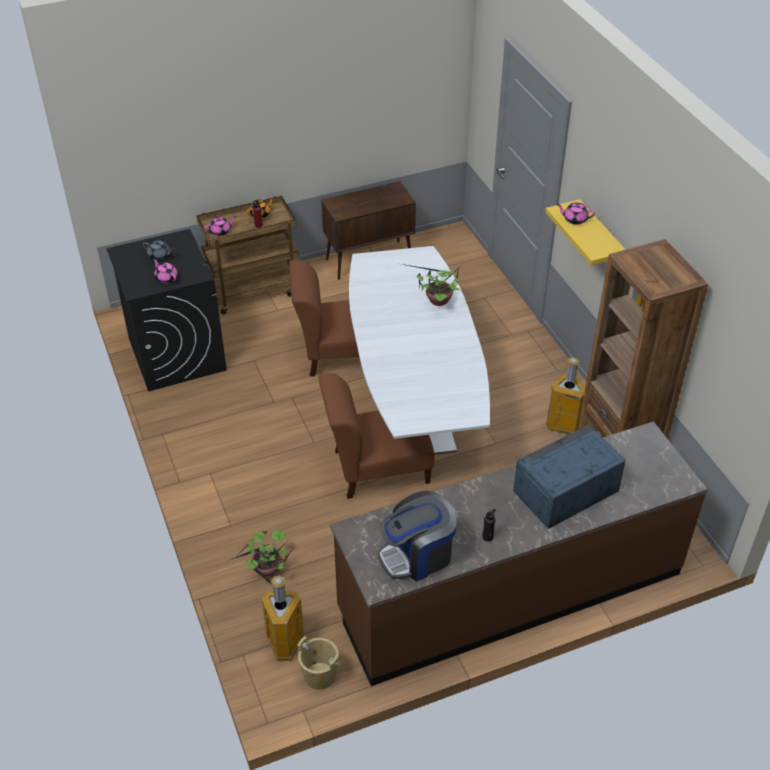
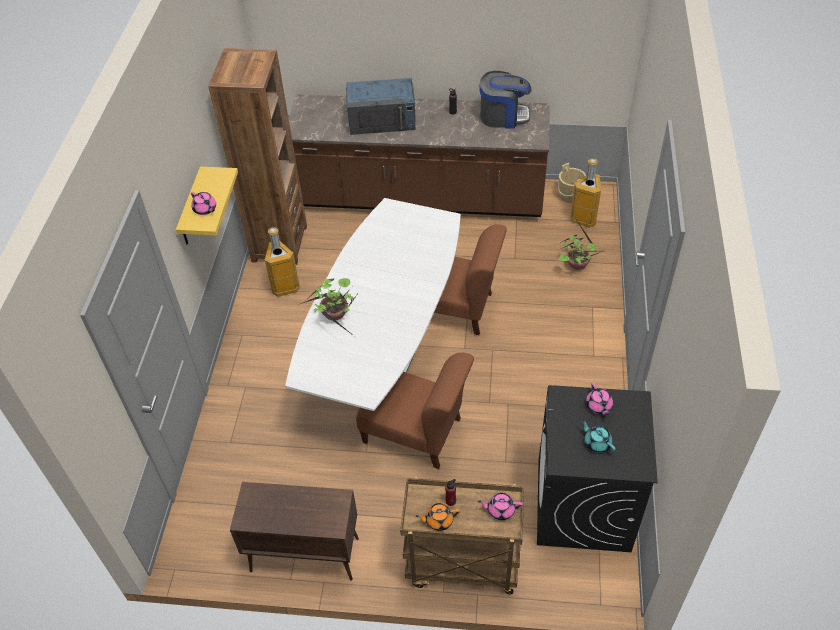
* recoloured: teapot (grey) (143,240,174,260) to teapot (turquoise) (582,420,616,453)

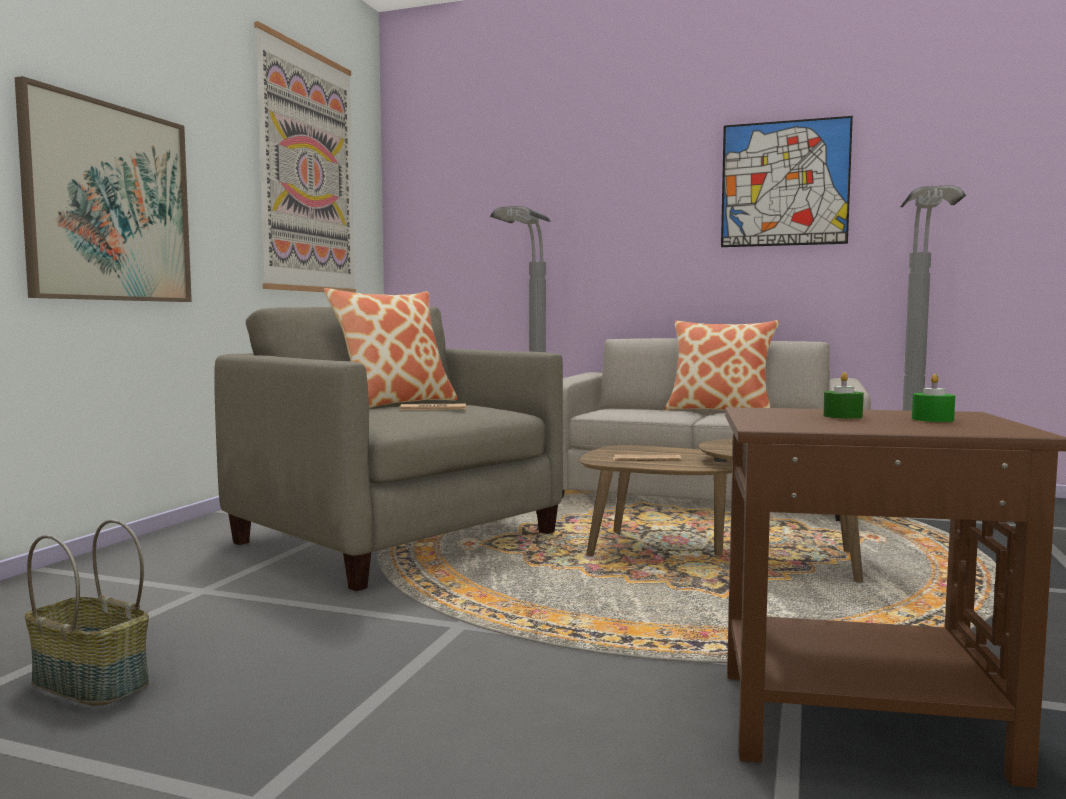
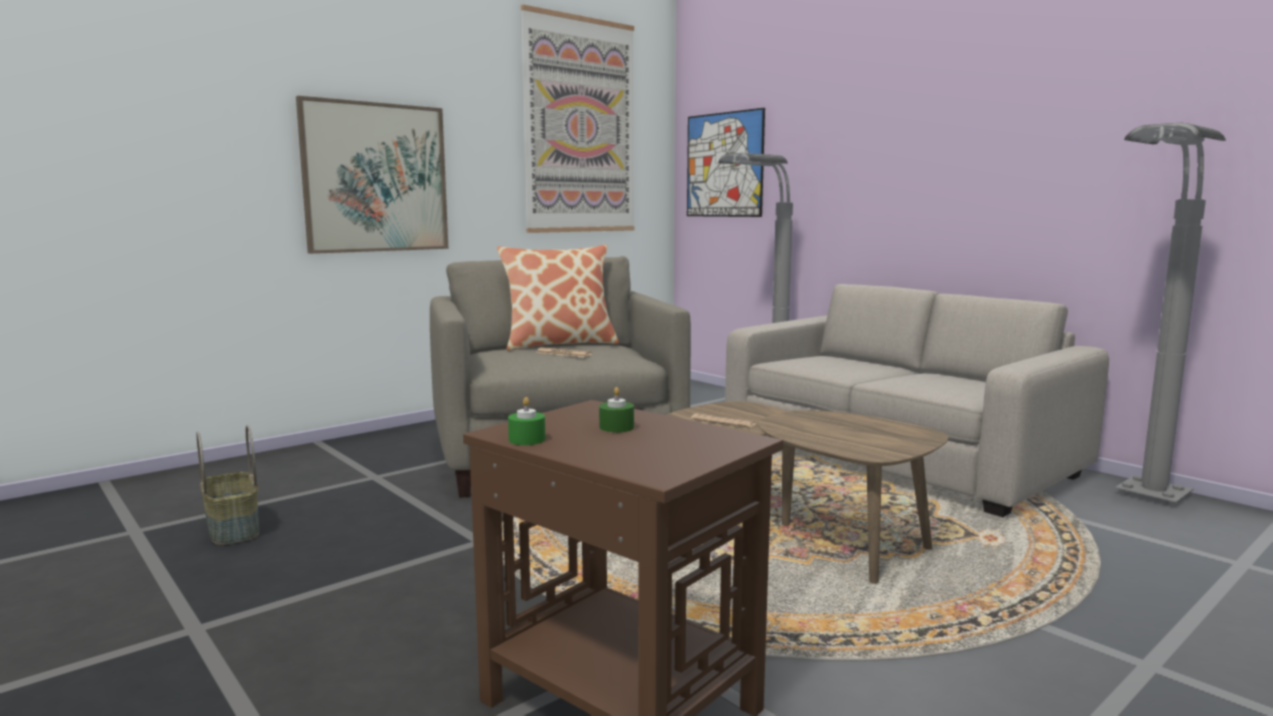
* removed: pillow (665,320,779,410)
* moved: picture (721,116,853,247) to (687,108,765,217)
* moved: candle (green) (912,374,955,422) to (508,397,545,445)

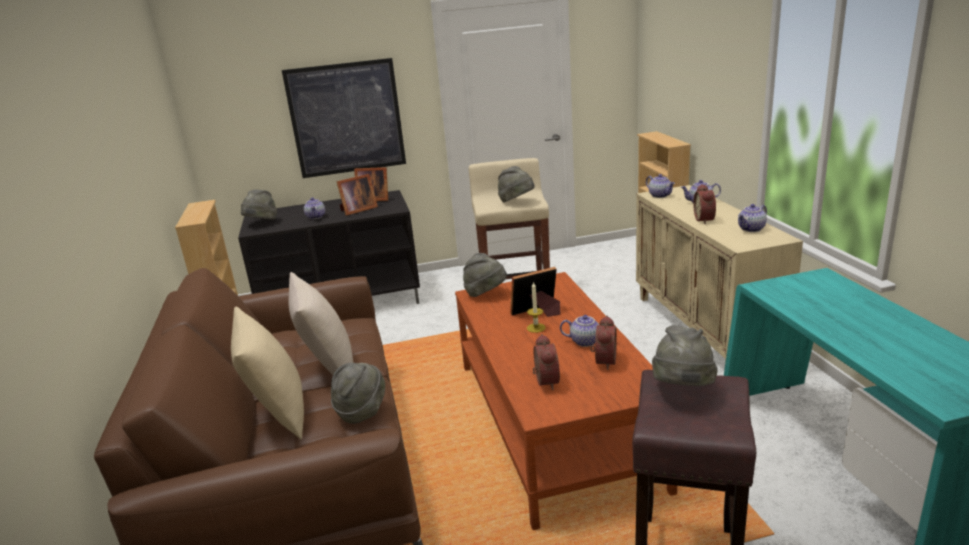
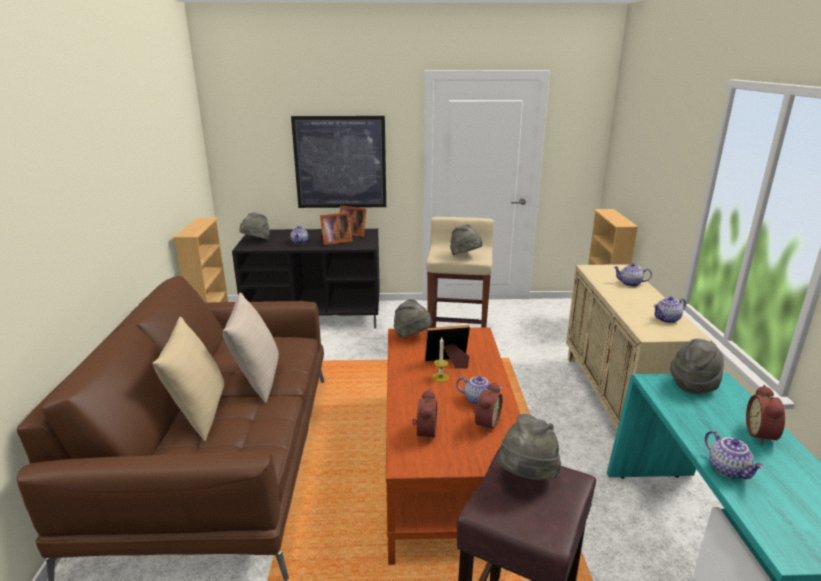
* moved: hat (grey) (331,363,385,424) to (670,339,724,394)
* moved: teapot (646,174,675,198) to (705,430,764,479)
* moved: alarm clock (693,184,716,224) to (746,385,785,445)

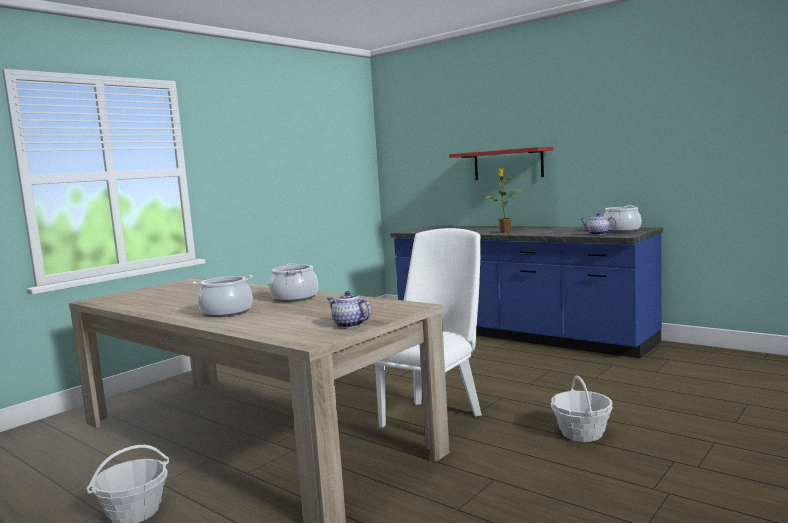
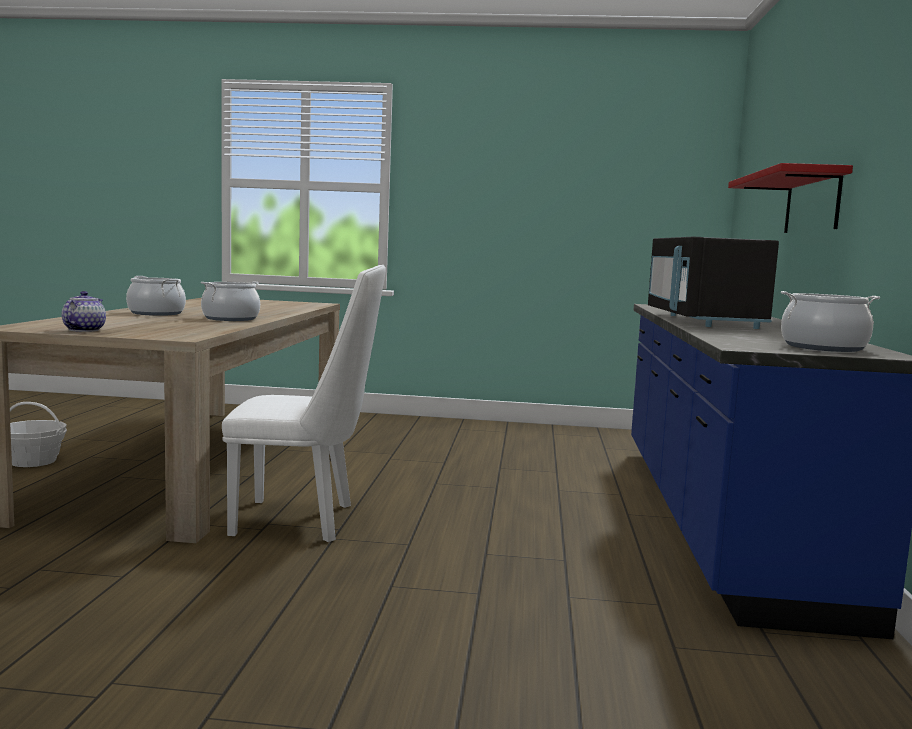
* removed: basket (551,375,613,442)
* removed: teapot (580,213,617,235)
* replaced: potted plant (483,168,521,233) to microwave (black) (648,237,779,329)

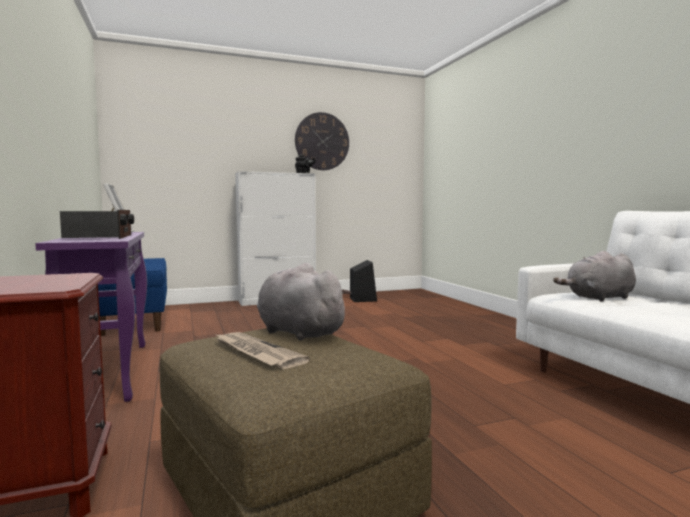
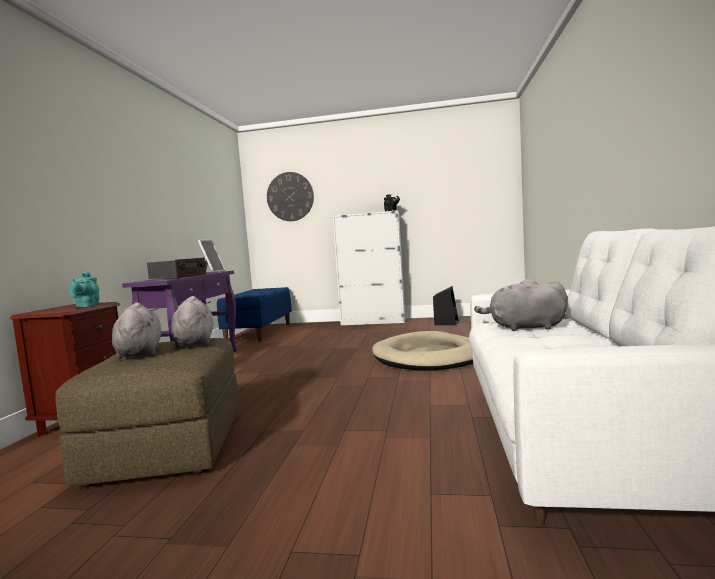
* added: teapot (turquoise) (69,271,100,307)
* added: dog bed (beige) (372,331,473,370)
* moved: wall clock (295,112,349,170) to (267,172,314,221)
* replaced: newspaper (215,332,310,369) to plush toy (grey) (112,303,161,359)

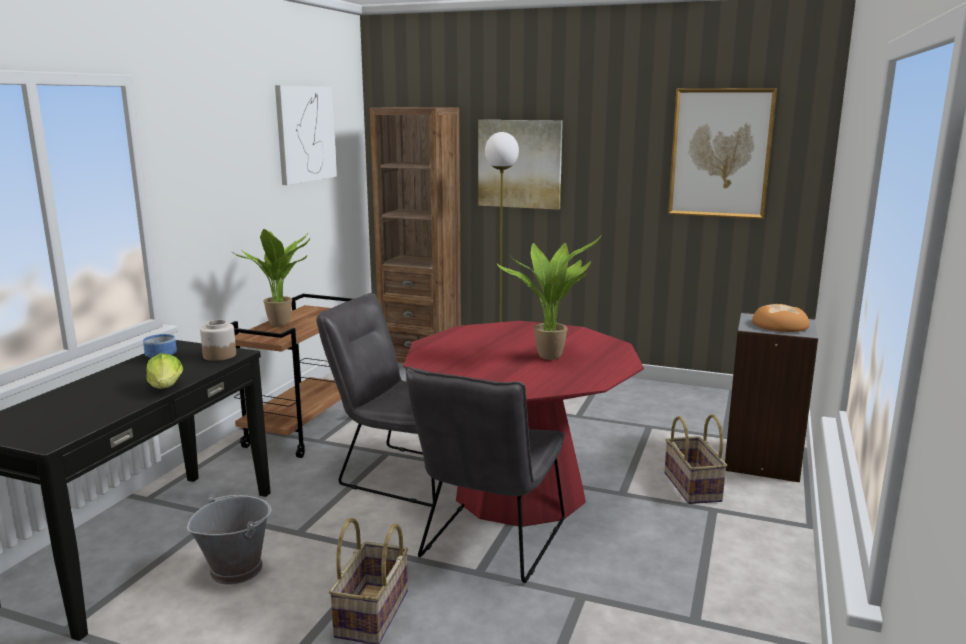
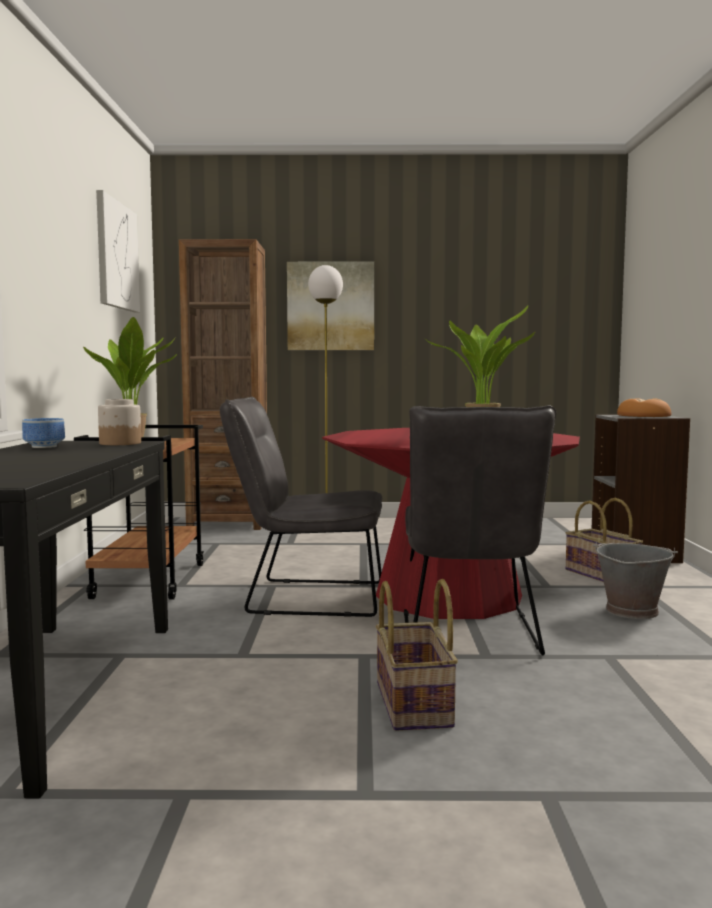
* removed: lettuce (146,354,183,389)
* removed: picture (668,88,777,219)
* moved: bucket (grey) (187,495,272,585) to (593,541,678,619)

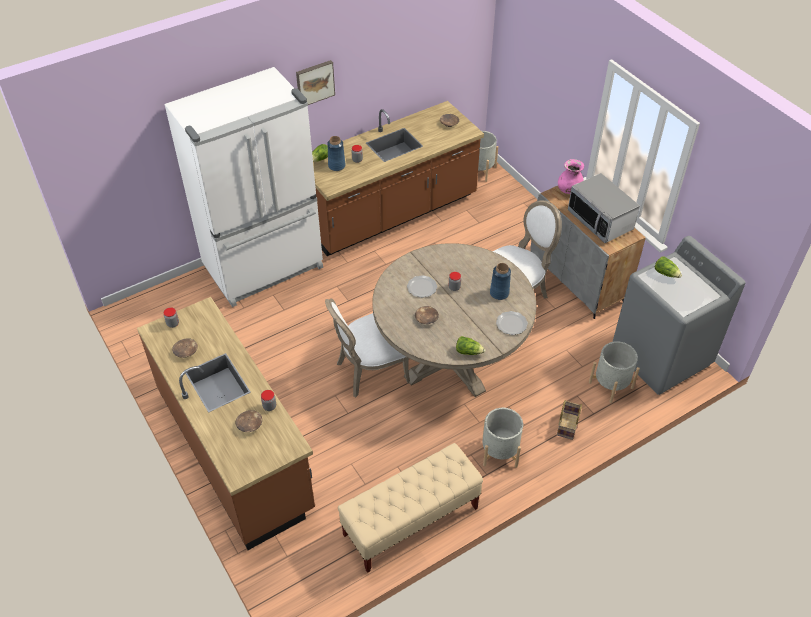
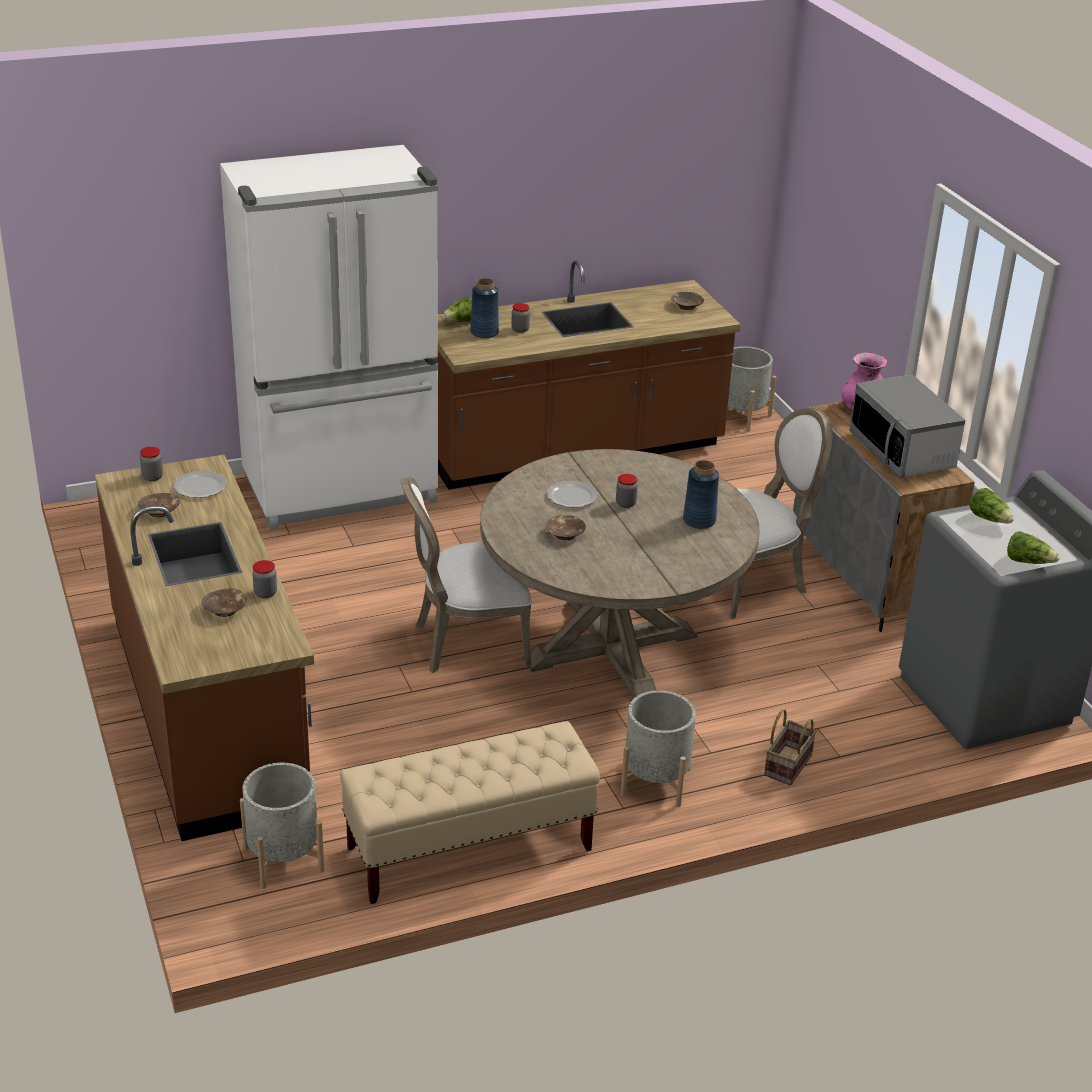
* removed: picture (296,60,335,105)
* moved: lettuce (456,336,485,355) to (1007,531,1060,564)
* moved: plate (496,311,528,335) to (173,471,227,498)
* moved: planter (grey) (589,341,640,403) to (240,763,324,889)

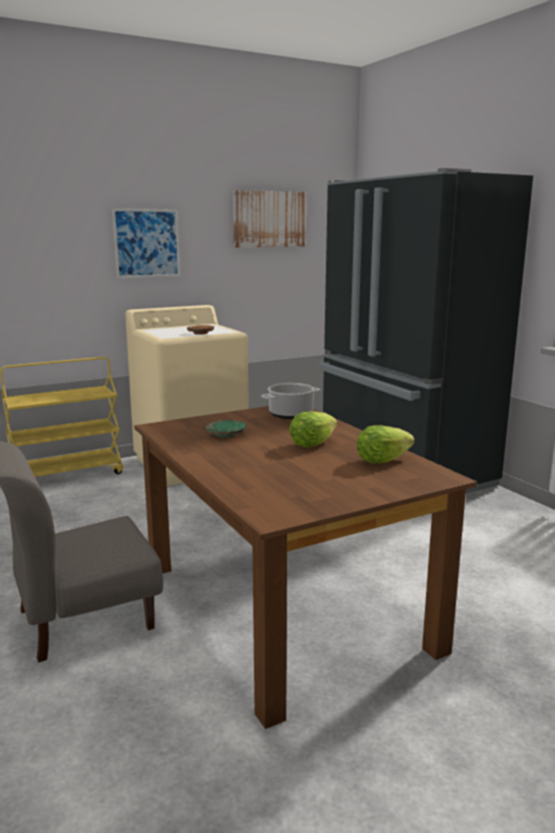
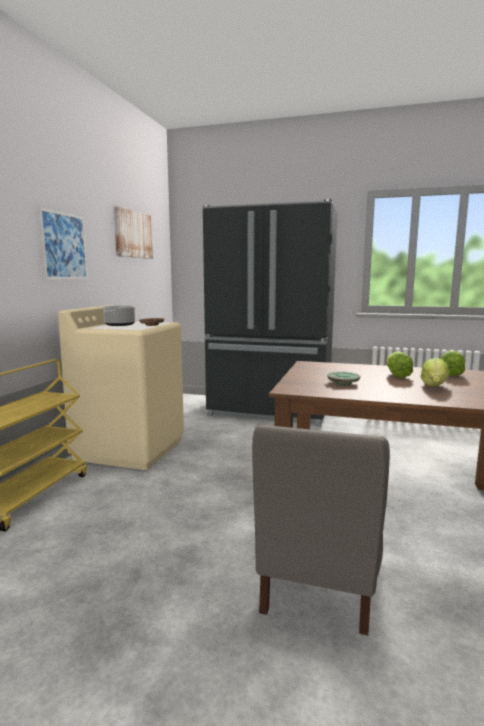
* added: lettuce (420,358,450,386)
* moved: cooking pot (261,383,320,419) to (103,305,135,326)

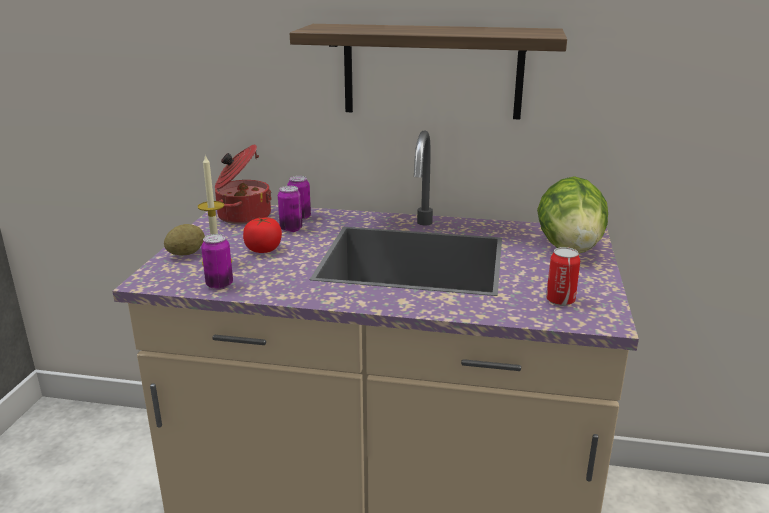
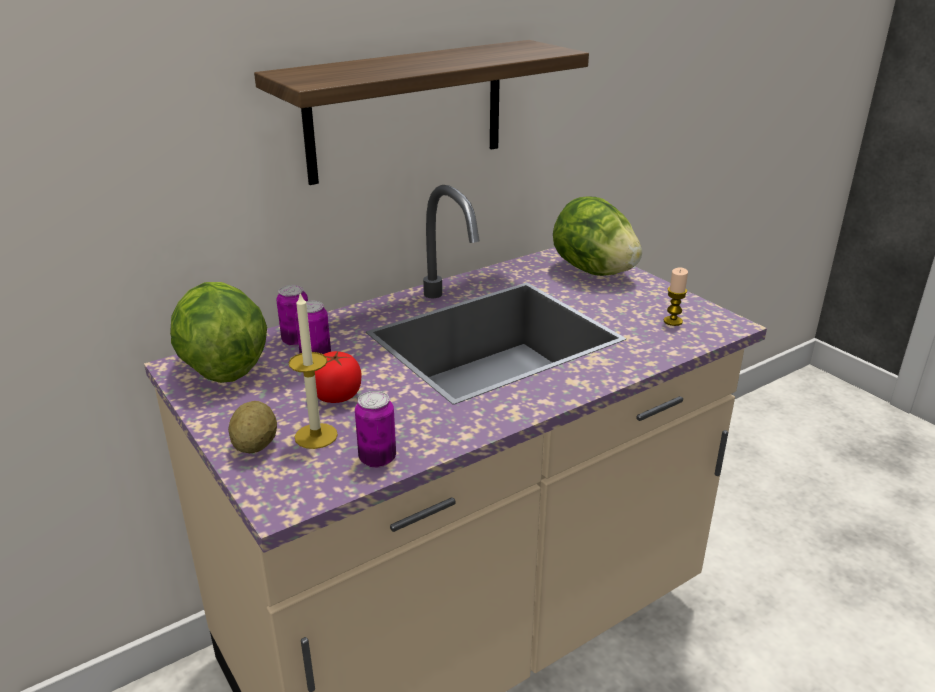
* replaced: cooking pot (215,144,272,224) to lettuce (170,282,267,383)
* replaced: can (546,247,580,306) to candle (664,268,688,326)

